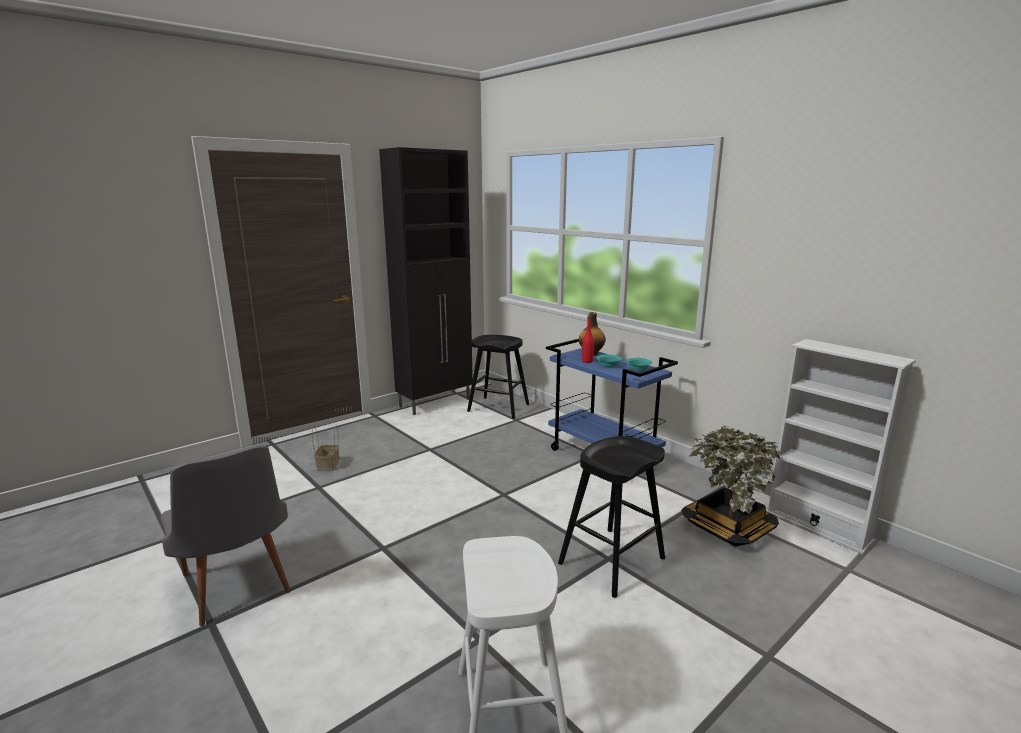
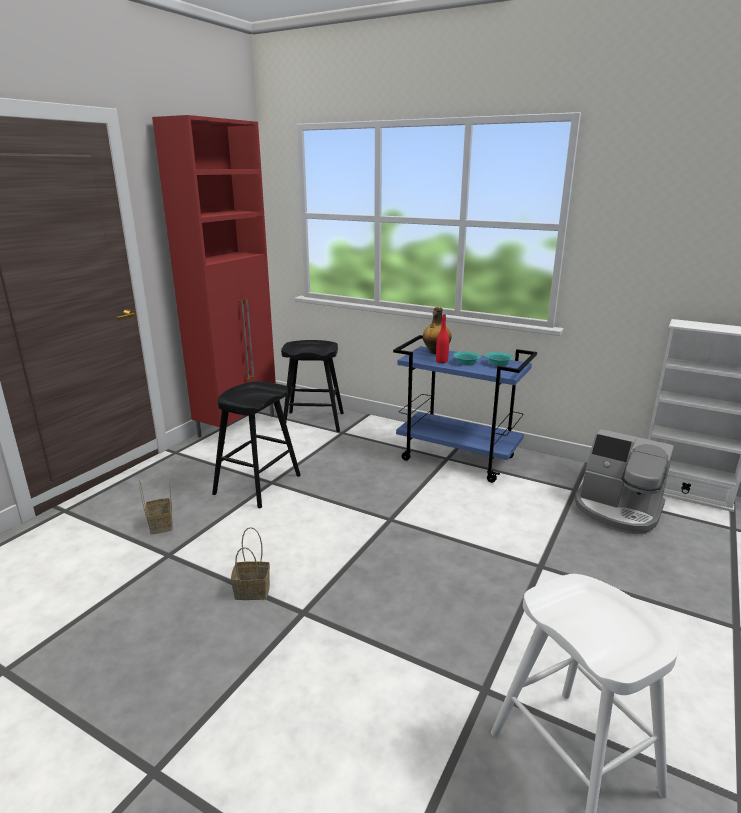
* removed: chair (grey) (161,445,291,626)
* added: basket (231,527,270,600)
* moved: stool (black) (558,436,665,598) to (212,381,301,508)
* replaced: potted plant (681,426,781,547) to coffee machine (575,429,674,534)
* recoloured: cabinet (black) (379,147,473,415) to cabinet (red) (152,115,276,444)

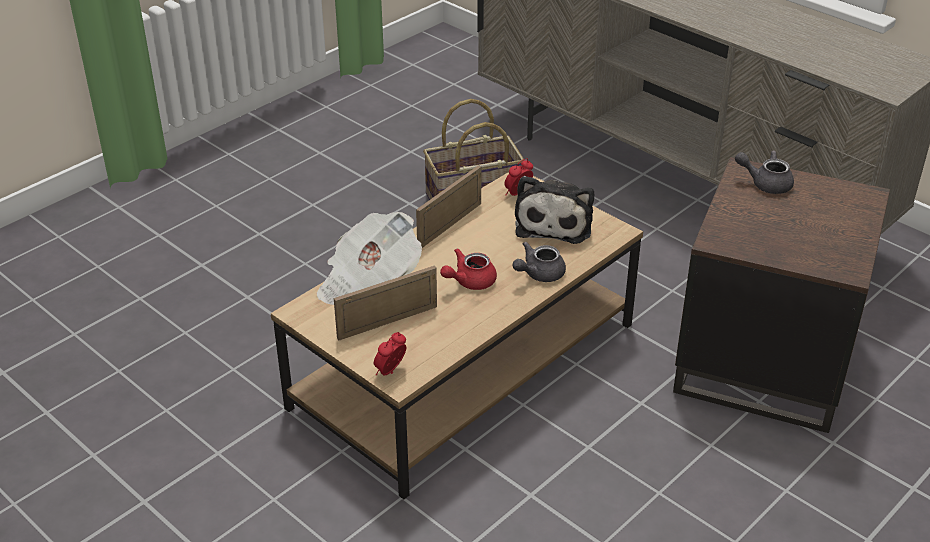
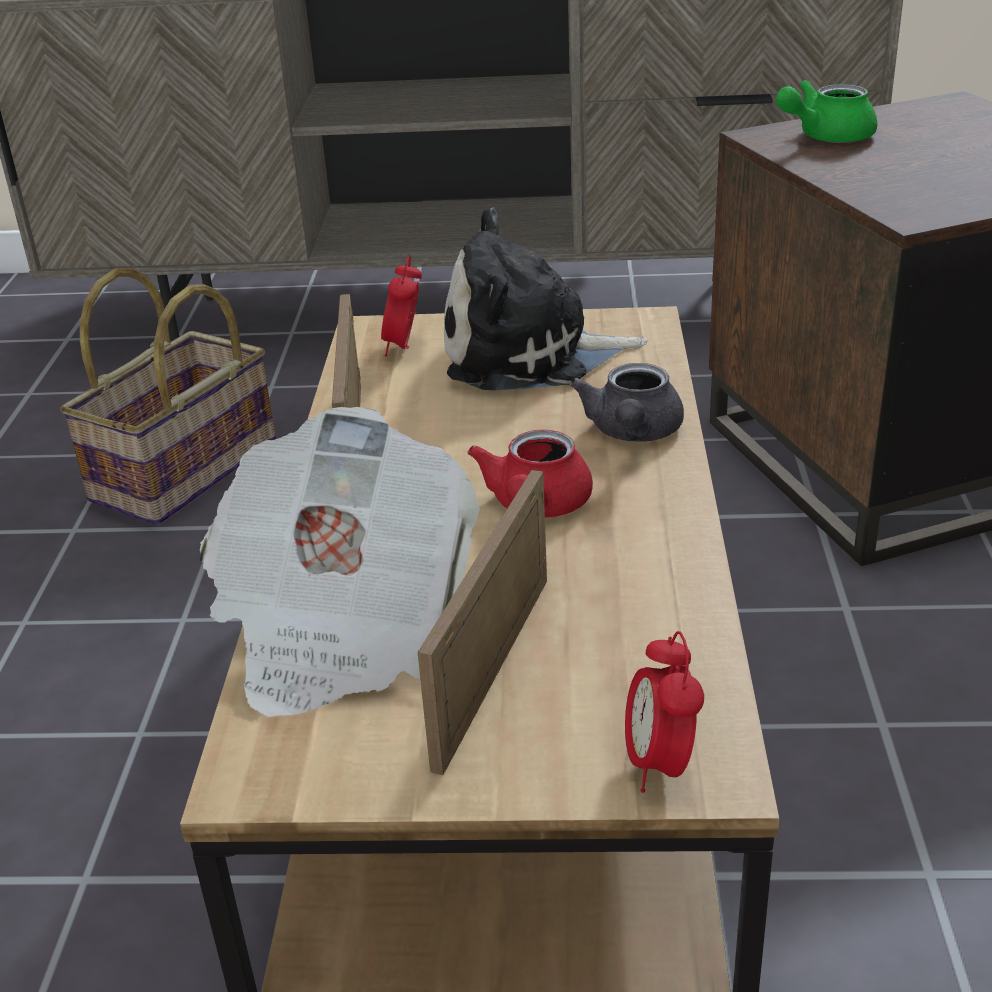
* recoloured: teapot (grey) (735,150,794,194) to teapot (green) (776,80,877,143)
* turned: plush toy (515,176,594,244) = (444,208,648,390) 120 degrees clockwise

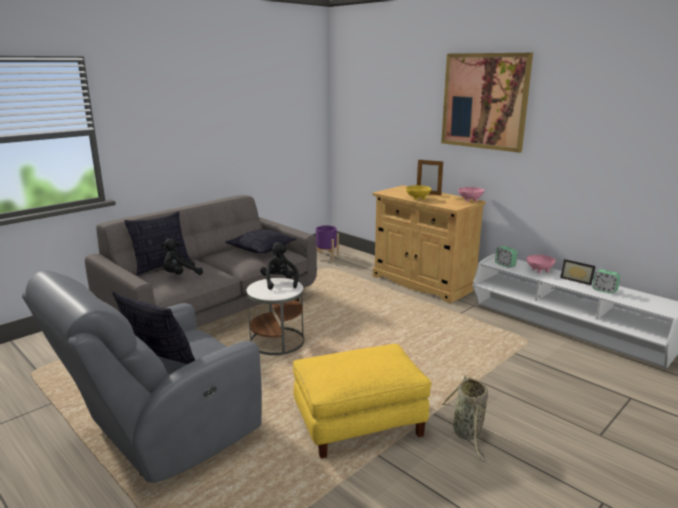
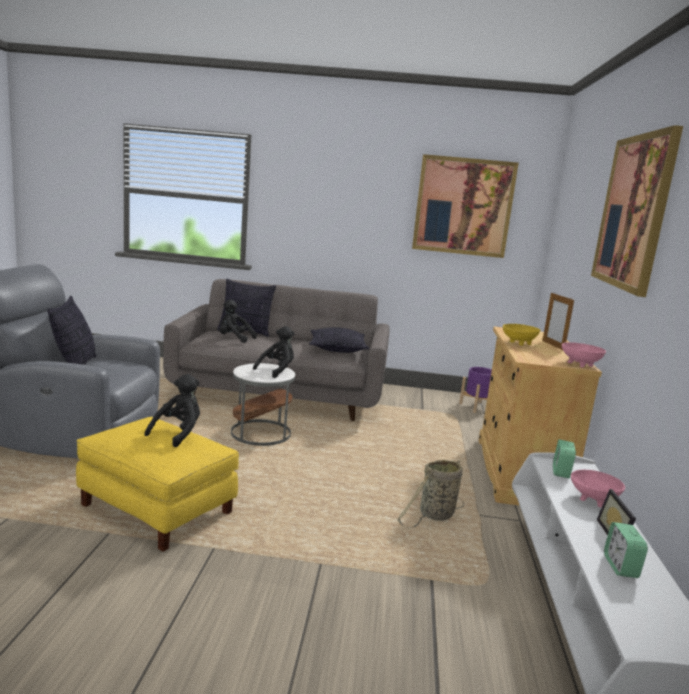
* added: plush toy (black) (145,374,200,447)
* added: picture (412,154,519,258)
* moved: basket (442,375,488,462) to (397,460,464,528)

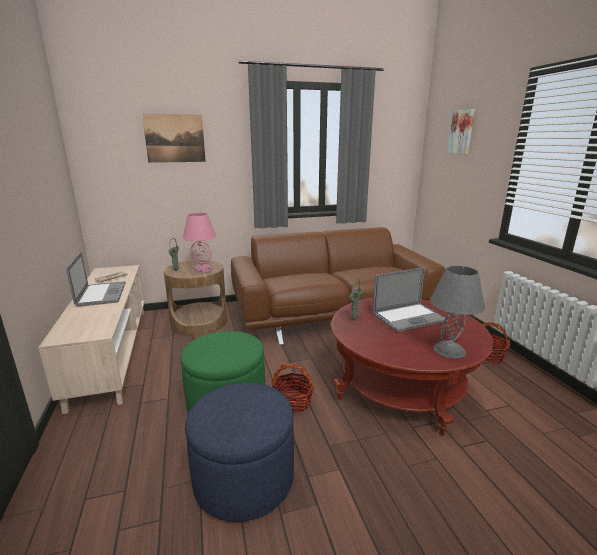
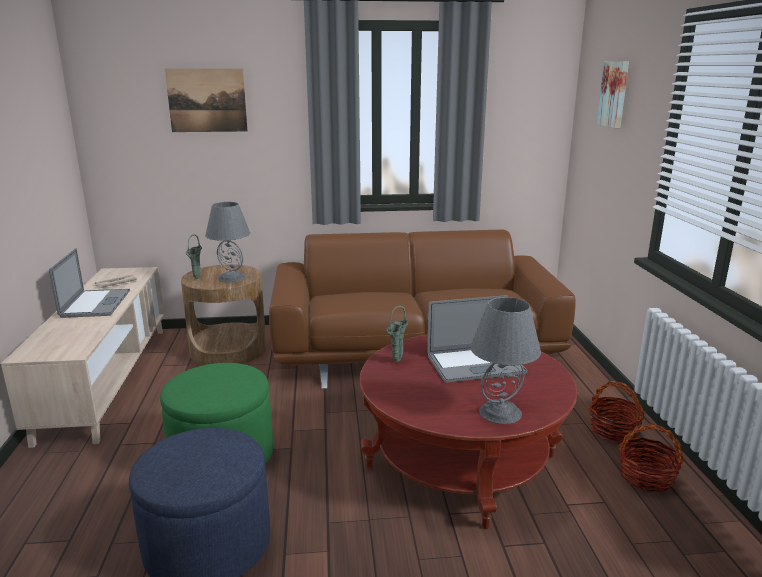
* moved: basket (272,363,315,413) to (619,423,685,492)
* recoloured: table lamp (pink) (183,213,216,273) to table lamp (grey) (205,202,250,283)

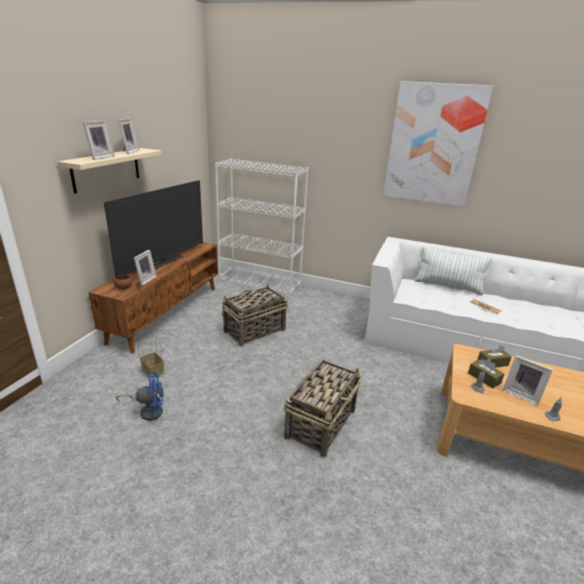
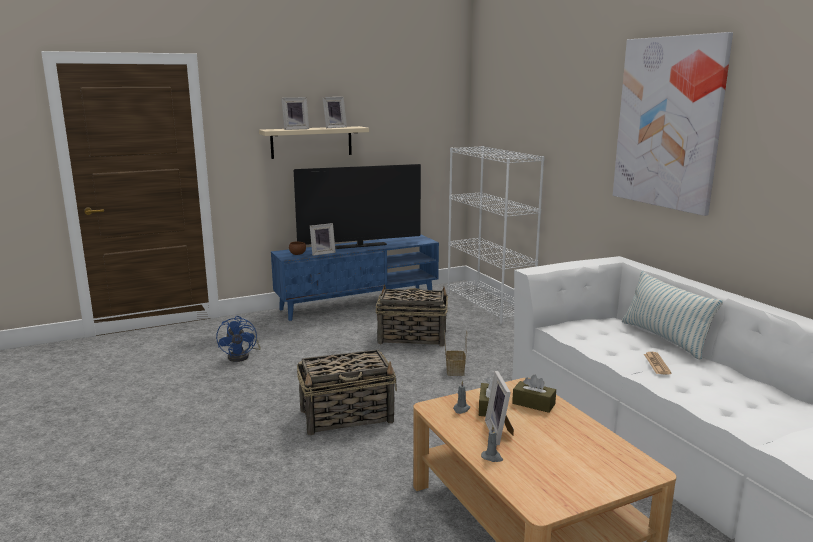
* moved: basket (138,337,164,378) to (444,331,467,376)
* recoloured: tv stand (brown) (88,242,218,353) to tv stand (blue) (271,235,439,321)
* turned: fan (blue) (116,372,164,421) = (216,316,261,362) 45 degrees clockwise

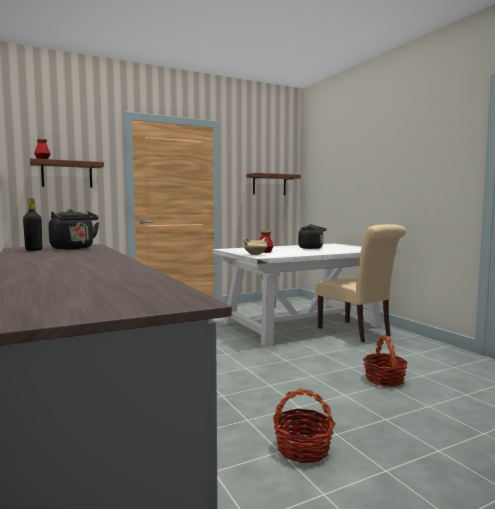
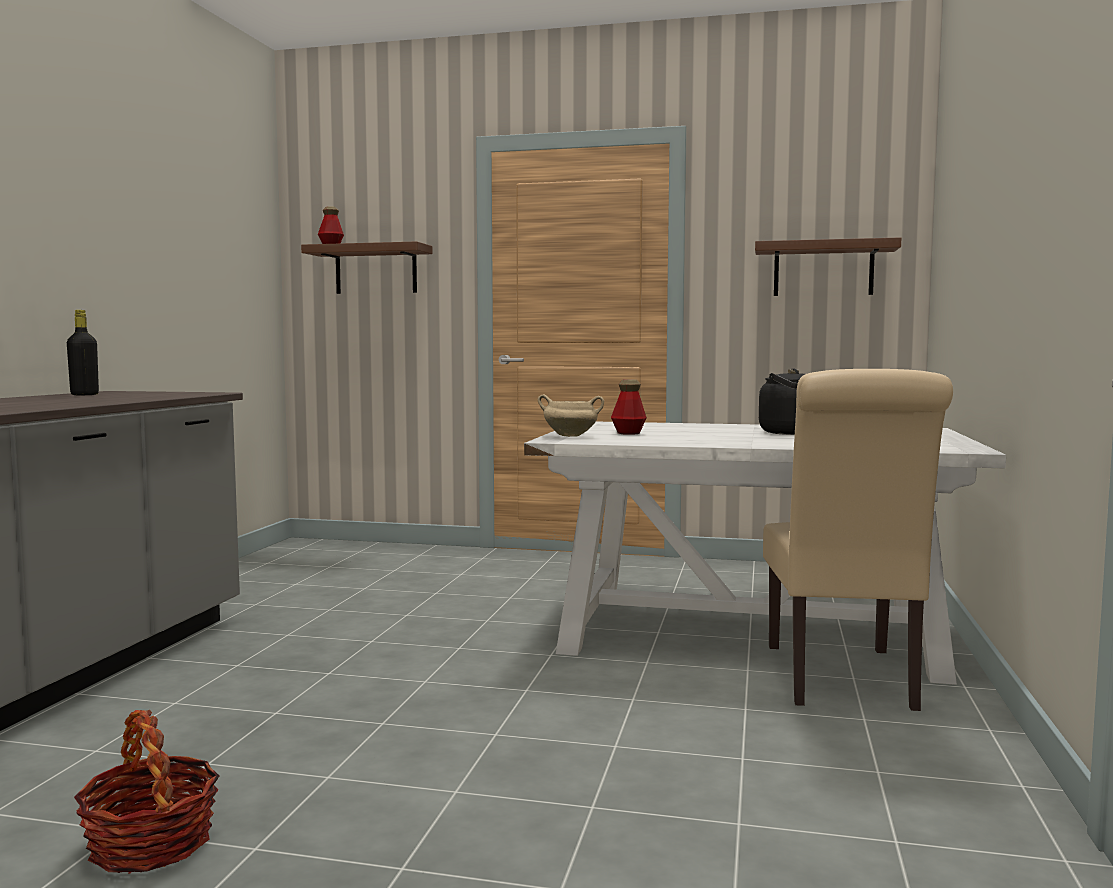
* removed: kettle (black) (48,209,99,250)
* removed: basket (363,336,408,387)

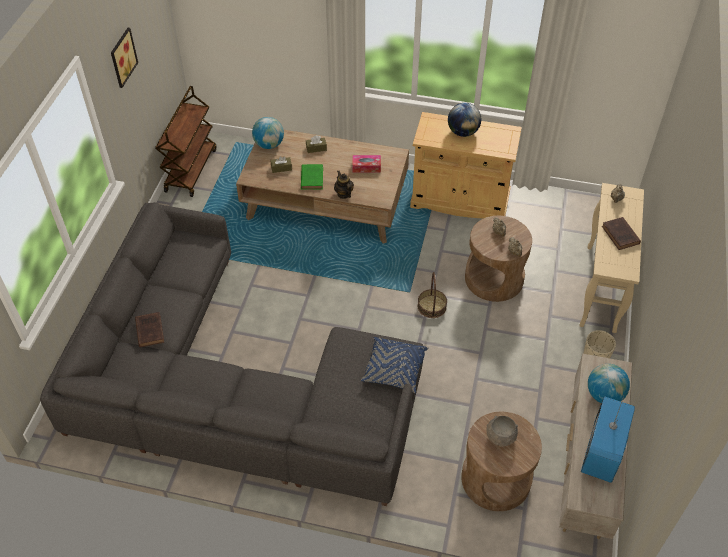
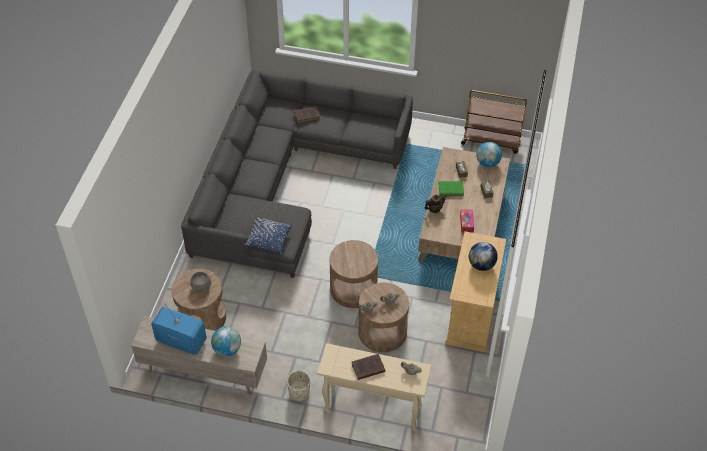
* removed: picture (111,28,138,88)
* replaced: basket (418,272,447,318) to side table (brown) (330,240,378,308)

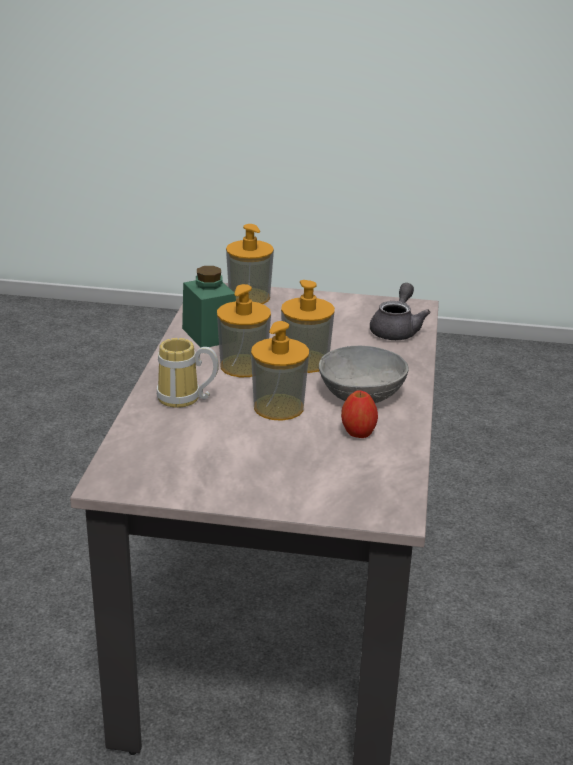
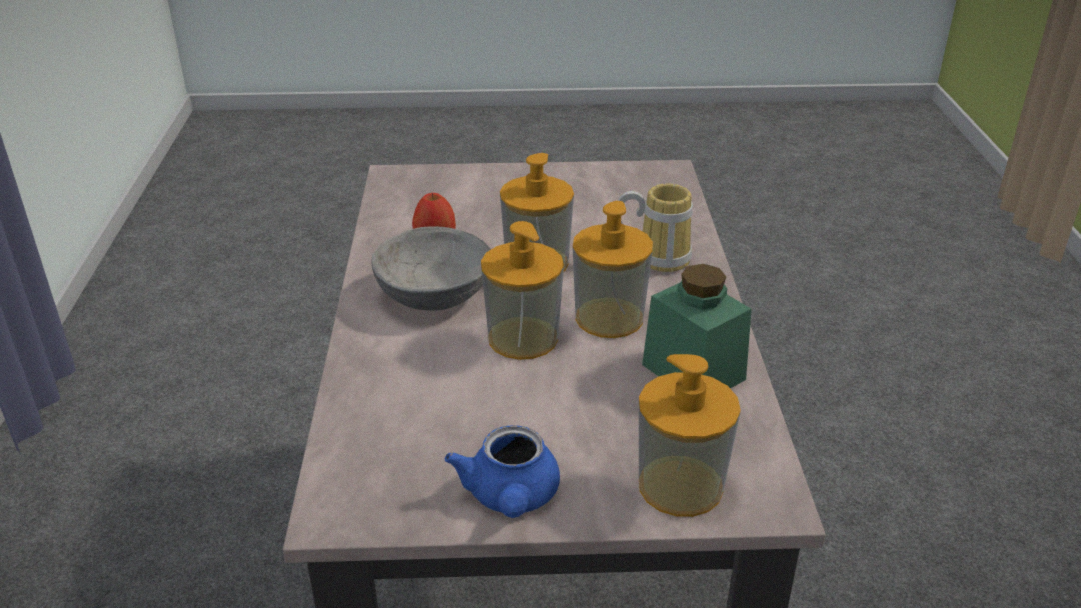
* removed: teapot (grey) (370,283,430,340)
* added: teapot (blue) (444,425,560,518)

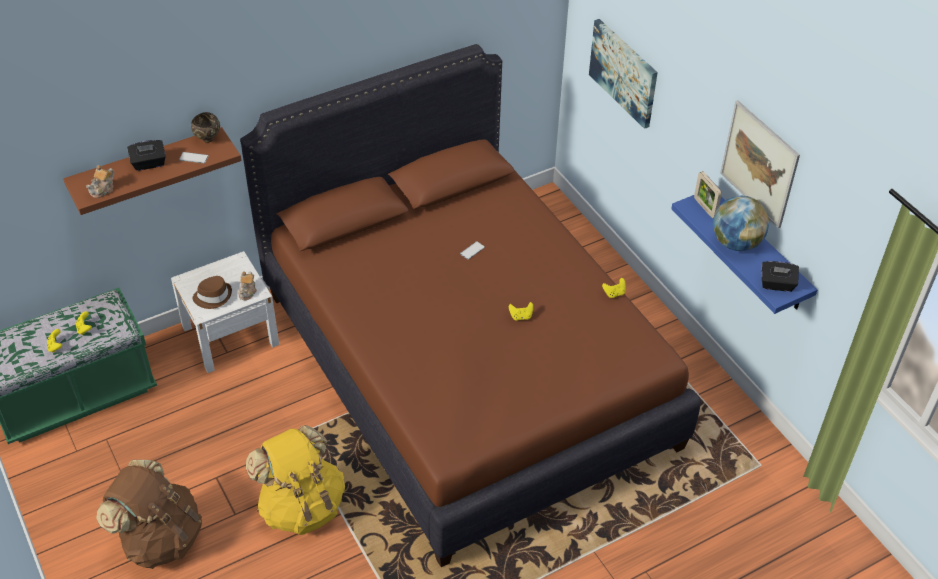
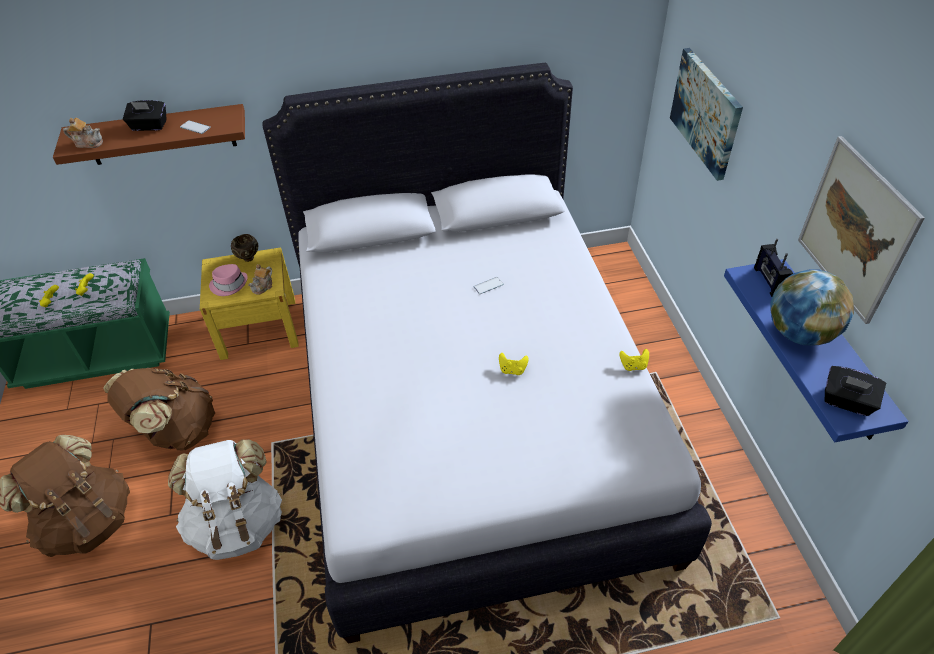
* added: backpack (brown) (103,368,215,450)
* moved: bowl (brown) (191,112,220,143) to (231,234,258,262)
* replaced: picture frame (694,171,722,218) to radio (754,239,793,297)
* recoloured: nightstand (white) (171,251,279,373) to nightstand (yellow) (200,247,299,360)
* recoloured: hat (brown) (193,276,232,309) to hat (pink) (209,264,248,296)
* recoloured: bed (brown) (240,44,701,567) to bed (white) (263,63,712,644)
* recoloured: backpack (yellow) (246,425,345,535) to backpack (white) (168,439,282,560)
* turned: teapot (86,165,114,198) = (63,118,103,148) 135 degrees counterclockwise

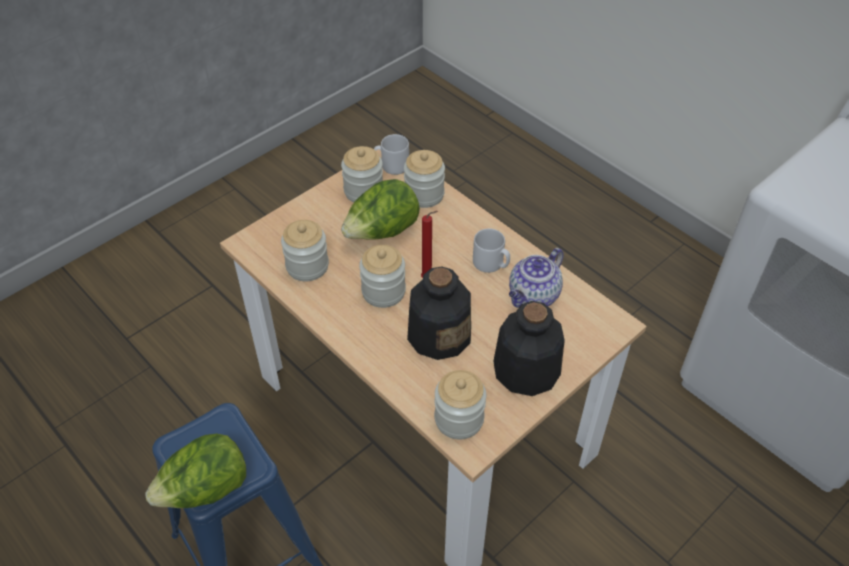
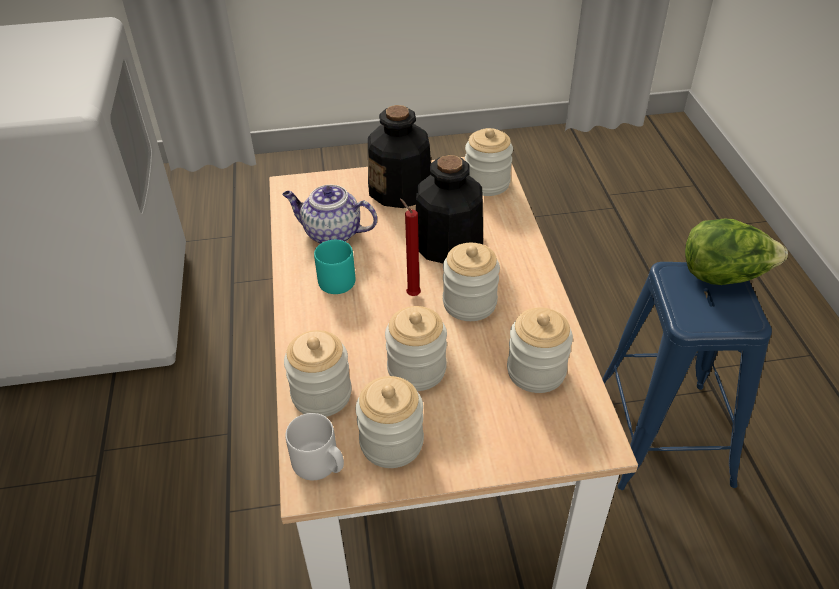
* replaced: lettuce (341,179,420,240) to jar (385,306,447,391)
* recoloured: mug (grey) (473,228,510,273) to mug (turquoise) (314,240,355,294)
* turned: teapot (509,248,564,308) = (282,185,377,244) 150 degrees counterclockwise

